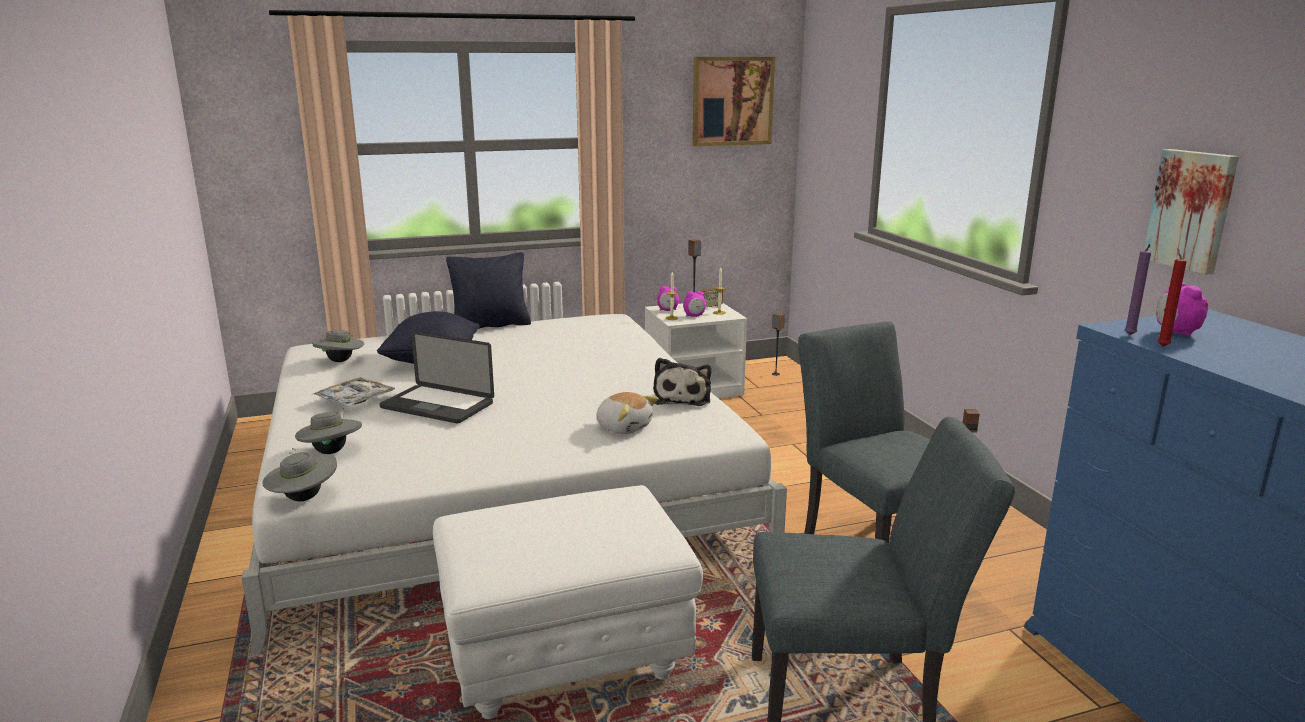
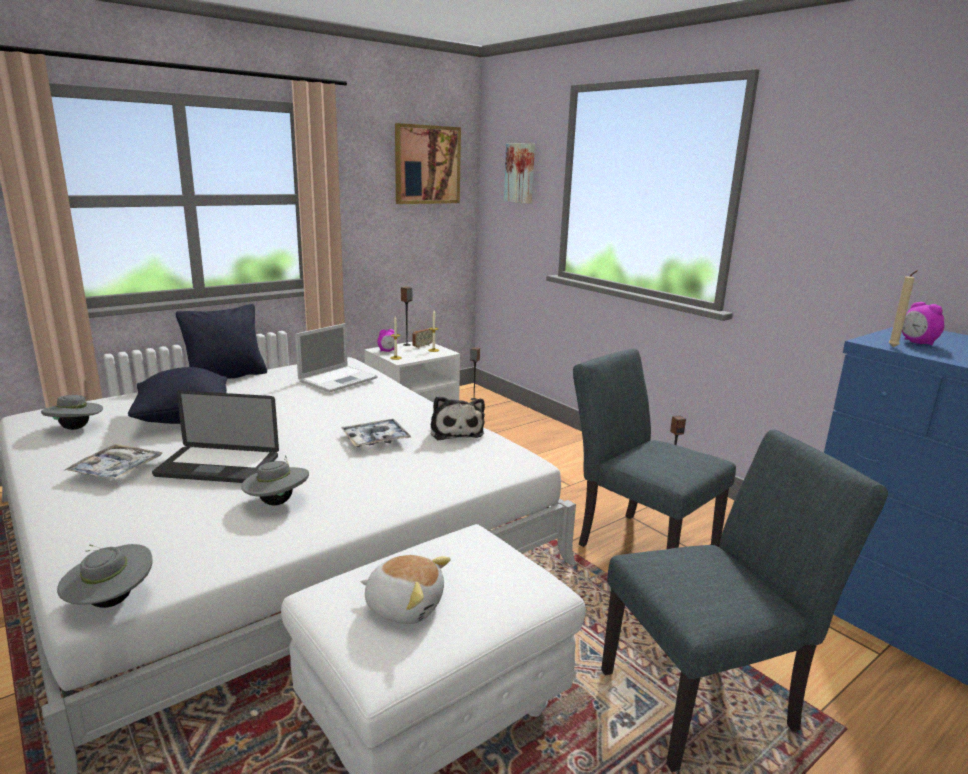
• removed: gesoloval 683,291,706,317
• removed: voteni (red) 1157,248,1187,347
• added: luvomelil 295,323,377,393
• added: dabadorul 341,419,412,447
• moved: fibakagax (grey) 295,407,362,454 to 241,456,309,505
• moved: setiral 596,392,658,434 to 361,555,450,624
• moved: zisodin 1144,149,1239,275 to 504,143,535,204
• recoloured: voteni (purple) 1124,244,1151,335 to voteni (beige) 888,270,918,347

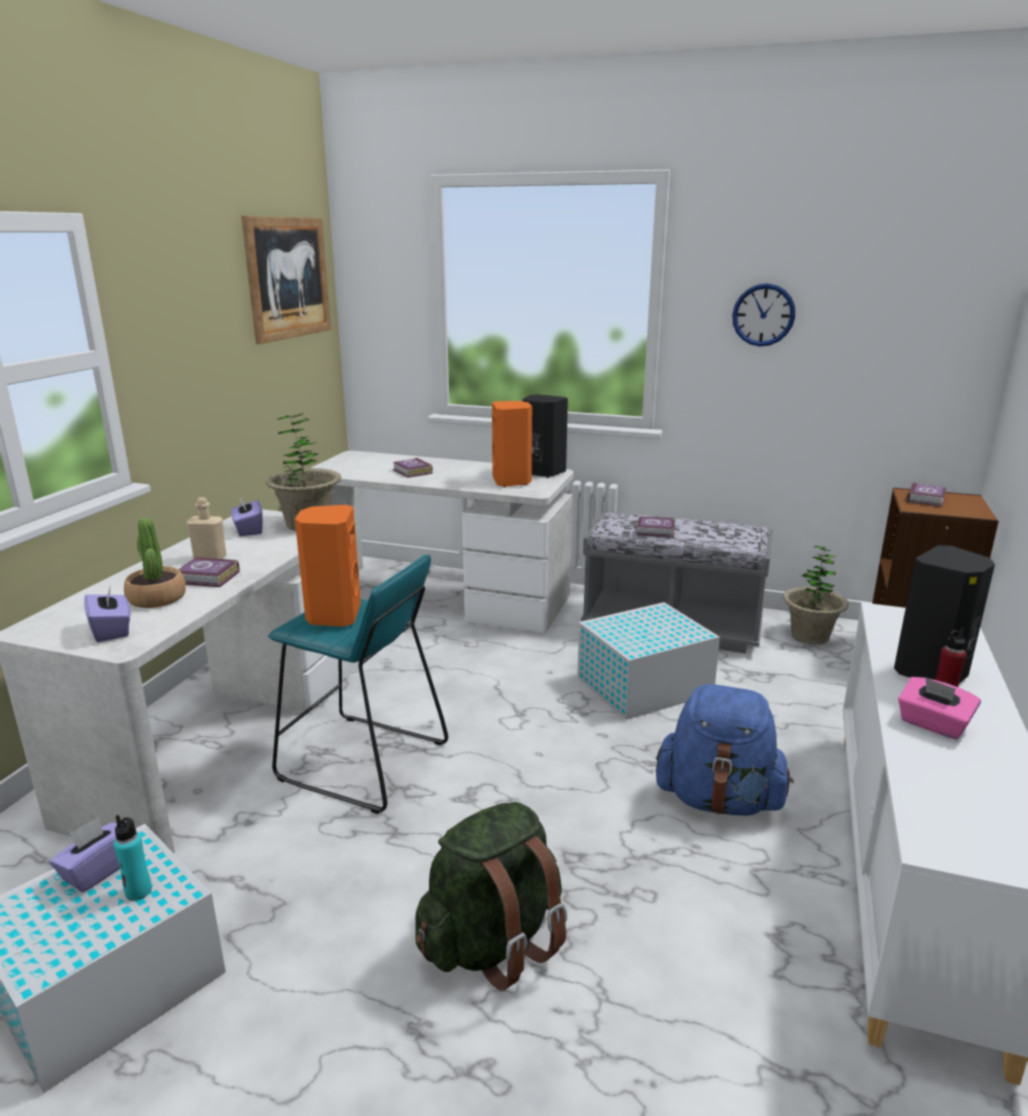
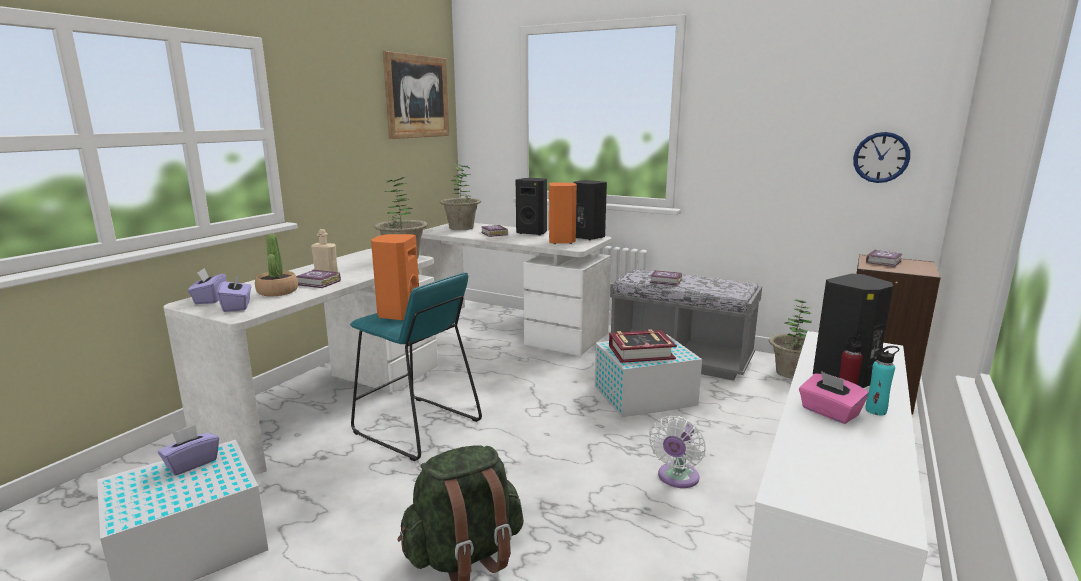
• added: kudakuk 440,163,481,230
• added: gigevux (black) 516,178,547,235
• added: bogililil 609,329,677,363
• moved: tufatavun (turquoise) 114,815,152,901 to 865,344,899,415
• moved: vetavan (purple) 231,496,263,536 to 188,268,226,304
• moved: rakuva 732,283,795,346 to 853,132,910,183
• replaced: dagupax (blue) 656,684,794,816 to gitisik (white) 649,415,706,488

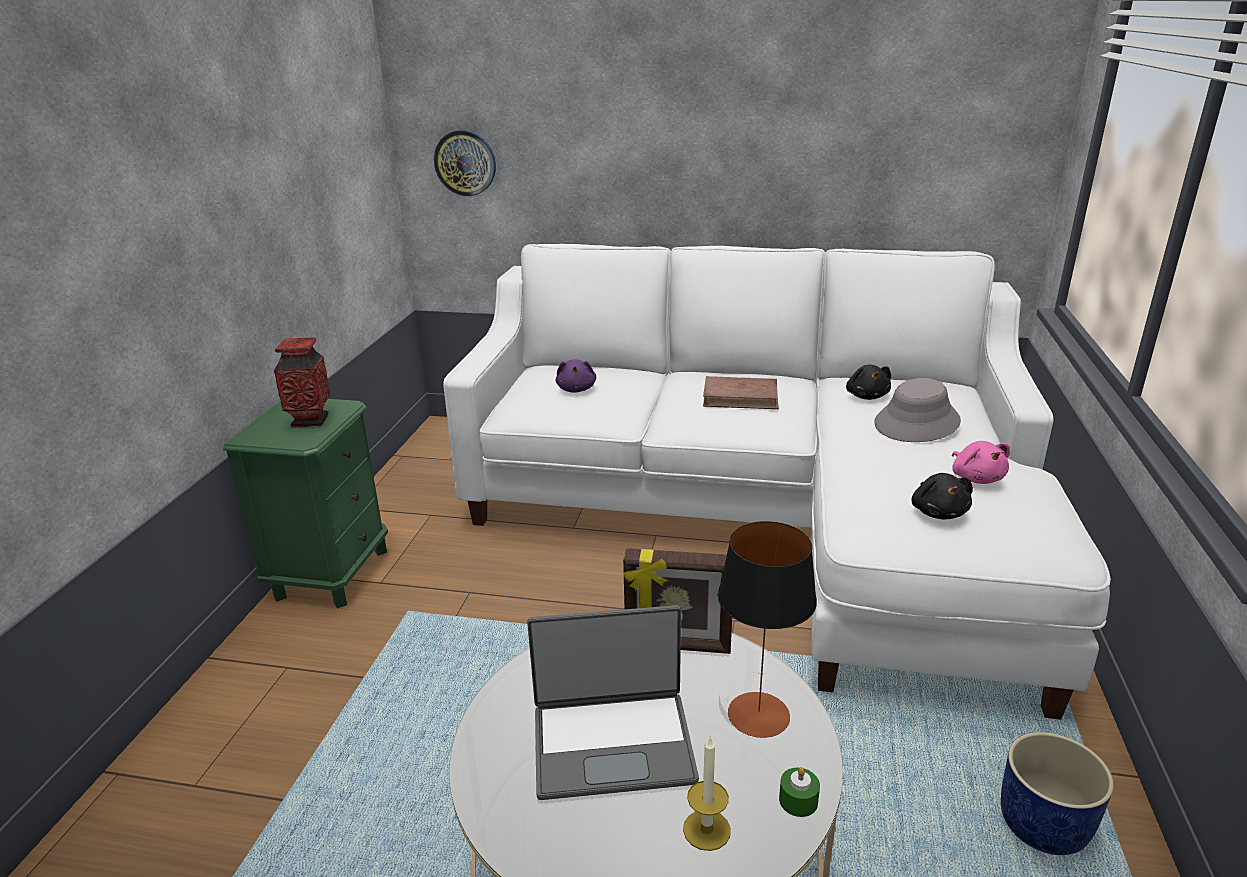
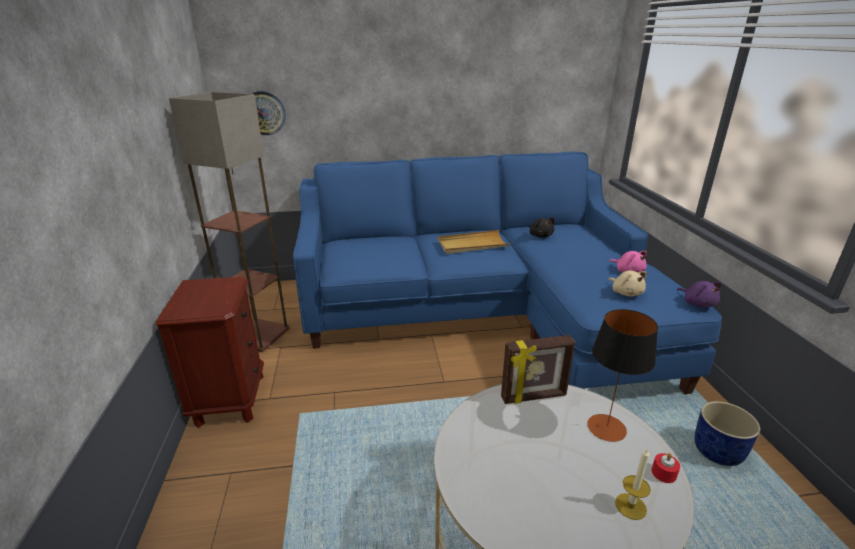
• removed: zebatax 274,338,330,428
• removed: luvomelil 527,605,699,800
• removed: fibakagax (grey) 874,378,961,442
• added: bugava 169,92,289,352
• moved: setiral (purple) 556,359,596,393 to 677,281,722,307
• replaced: bogililil (brown) 703,376,779,409 to dabadorul (beige) 438,230,511,254
• recoloured: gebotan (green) 223,399,388,608 to gebotan (brown) 156,277,264,428
• recoloured: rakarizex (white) 443,244,1111,720 to rakarizex (blue) 293,152,722,394
• recoloured: voteni (green) 779,767,820,817 to voteni (red) 652,453,680,483
• recoloured: setiral (black) 911,473,973,519 to setiral (beige) 608,271,647,296

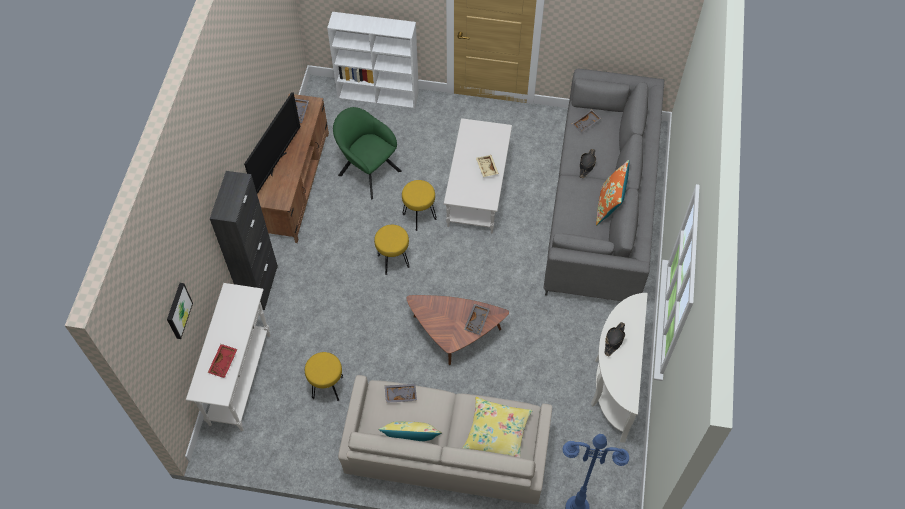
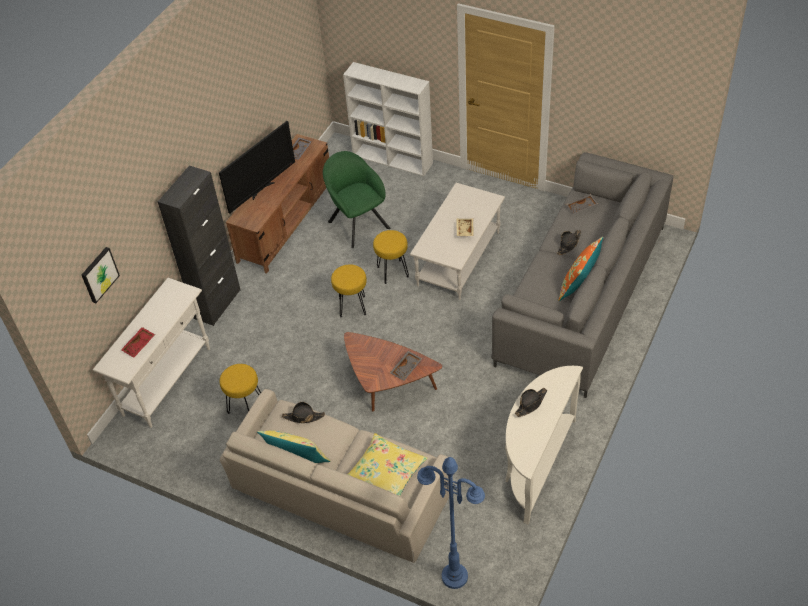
• replaced: dabadorul (grey) 385,384,417,403 to fibakagax (black) 282,402,325,423

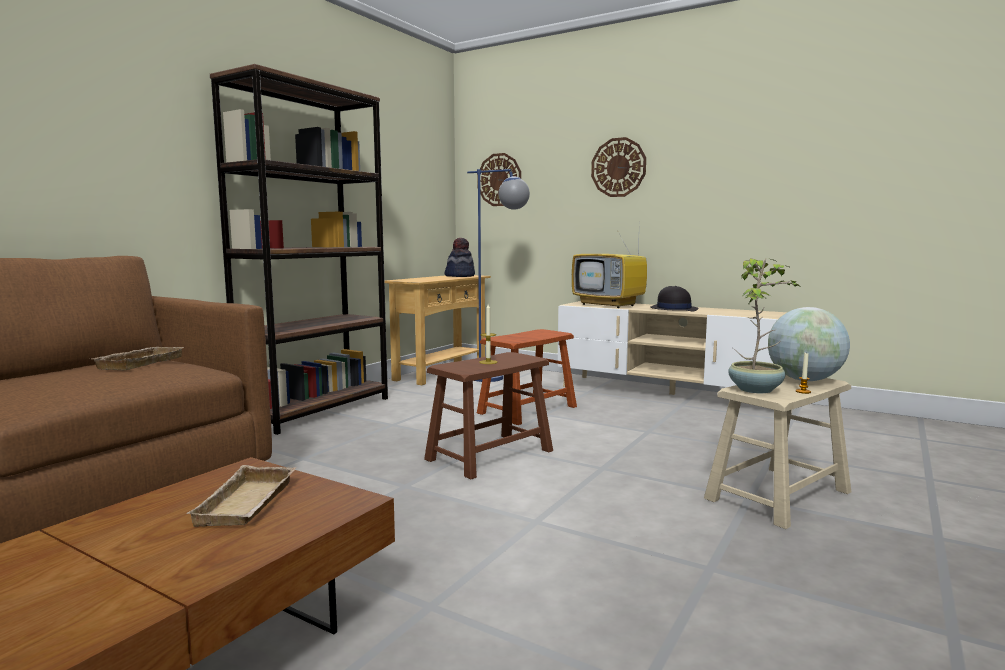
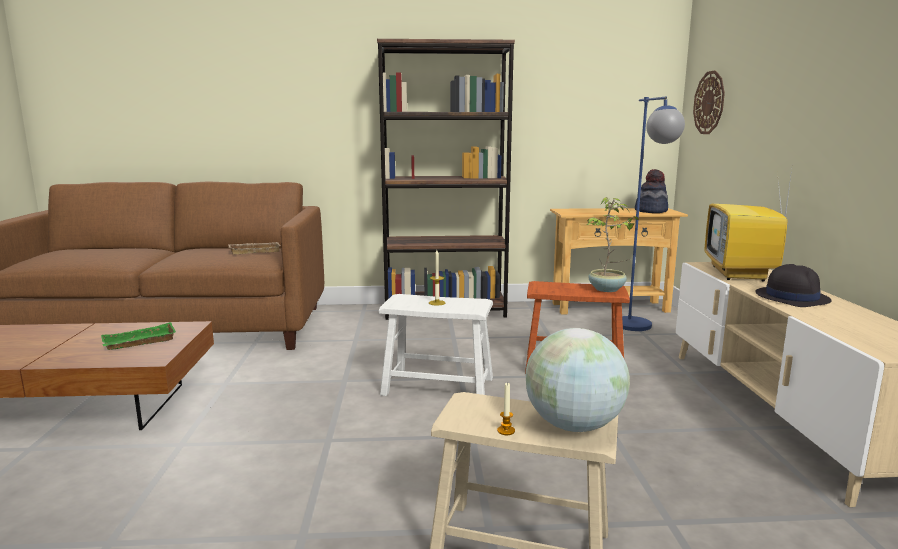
• removed: rakuva 591,137,646,197
• moved: kudakuk 728,258,801,393 to 587,197,638,292
• recoloured: dabadorul (beige) 186,465,296,527 to dabadorul (green) 101,322,176,350
• recoloured: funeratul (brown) 424,352,553,479 to funeratul (white) 379,294,493,396

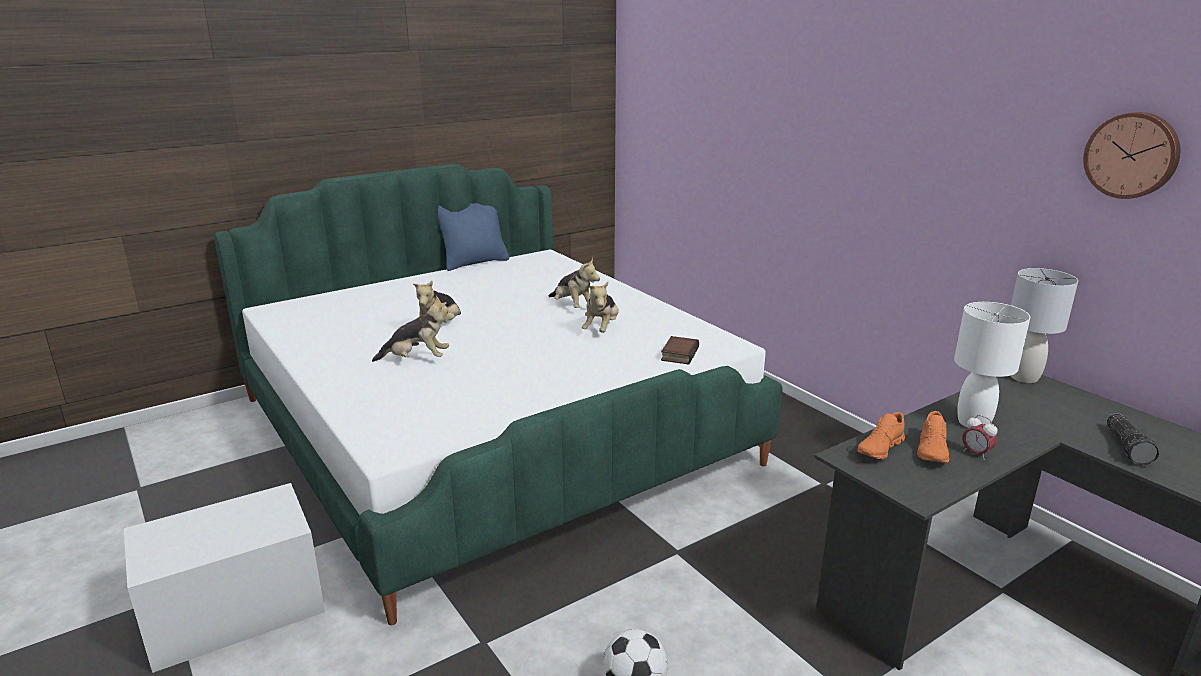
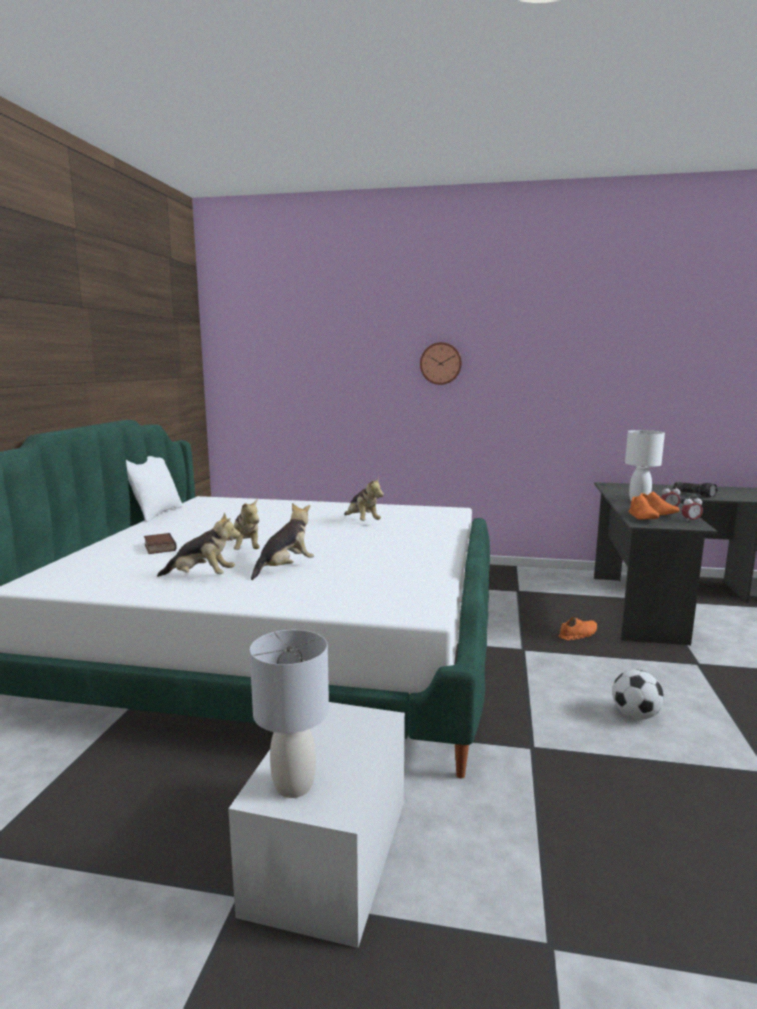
• added: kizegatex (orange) 558,617,597,640
• added: gesoloval 682,495,703,522
• moved: setiral 548,258,600,308 to 157,512,241,577
• moved: bogililil 661,336,699,364 to 144,533,177,554
• moved: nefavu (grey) 1011,268,1078,383 to 250,630,329,798
• moved: rakuva 1083,112,1181,199 to 420,342,462,385
• recoloured: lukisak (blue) 438,203,509,271 to lukisak (white) 126,456,183,522

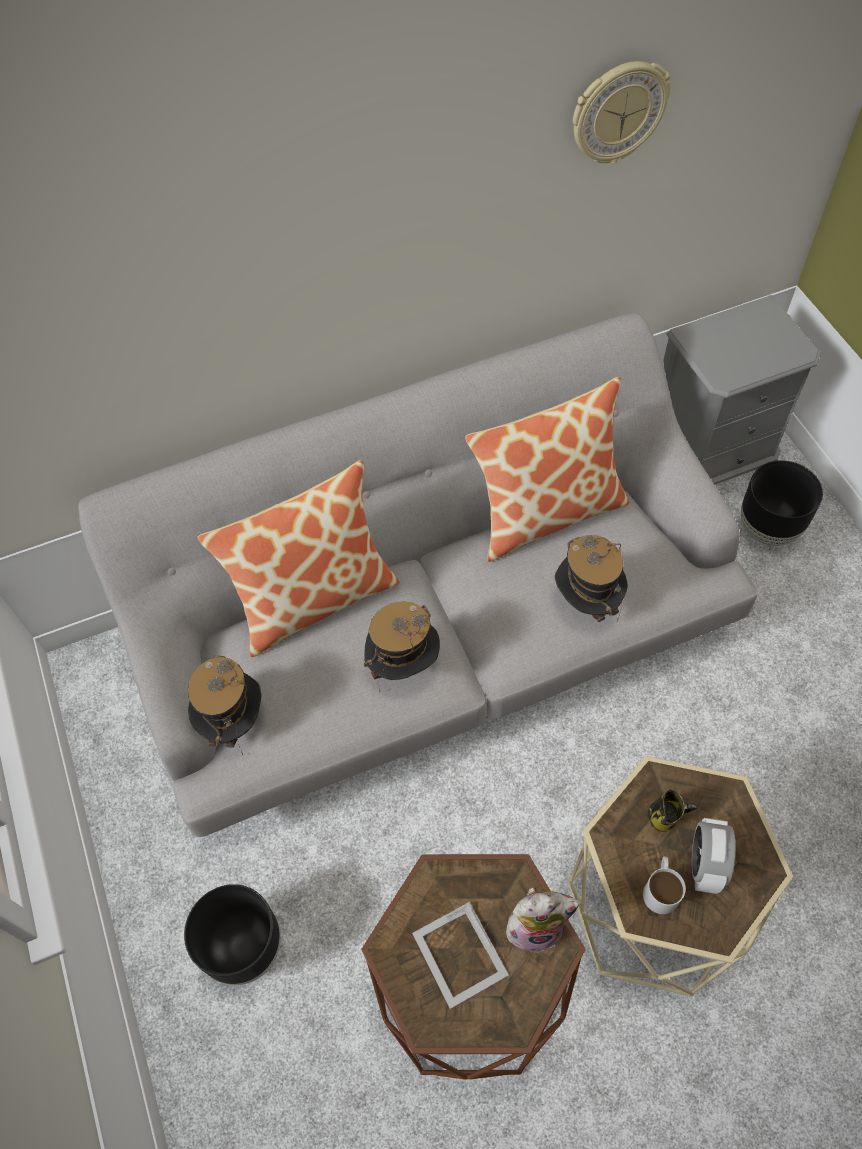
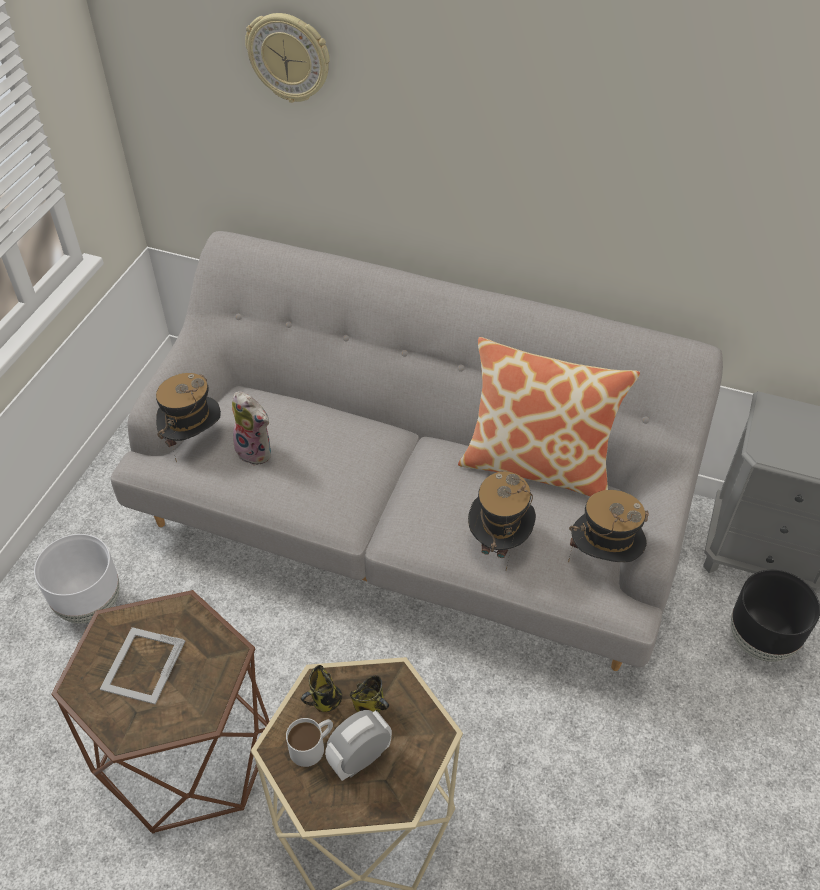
• removed: lukisak 197,460,400,657
• added: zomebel 301,665,342,712
• moved: fibakagax 364,602,440,692 to 568,490,649,563
• moved: setiral 506,887,581,953 to 232,391,271,466
• moved: rakuva 573,61,671,164 to 245,13,330,103
• recoloured: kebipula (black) 184,884,281,985 to kebipula (white) 34,534,120,623

